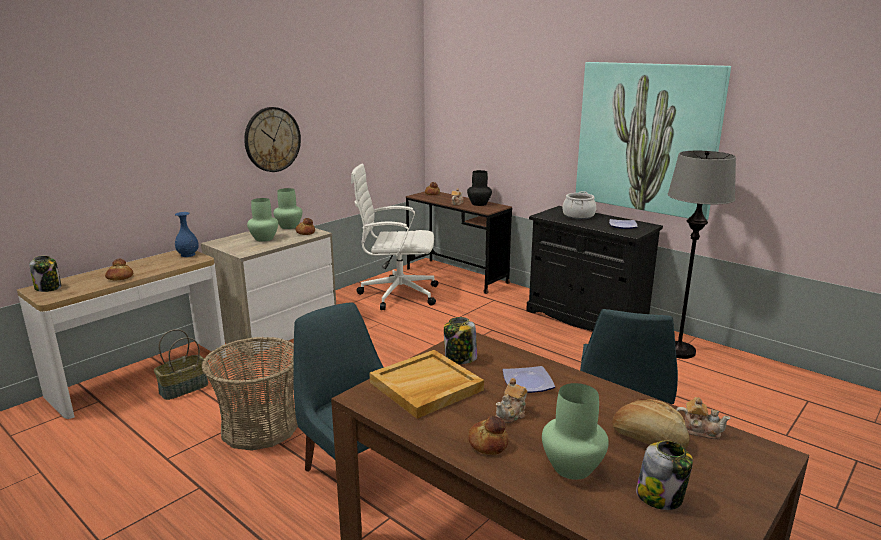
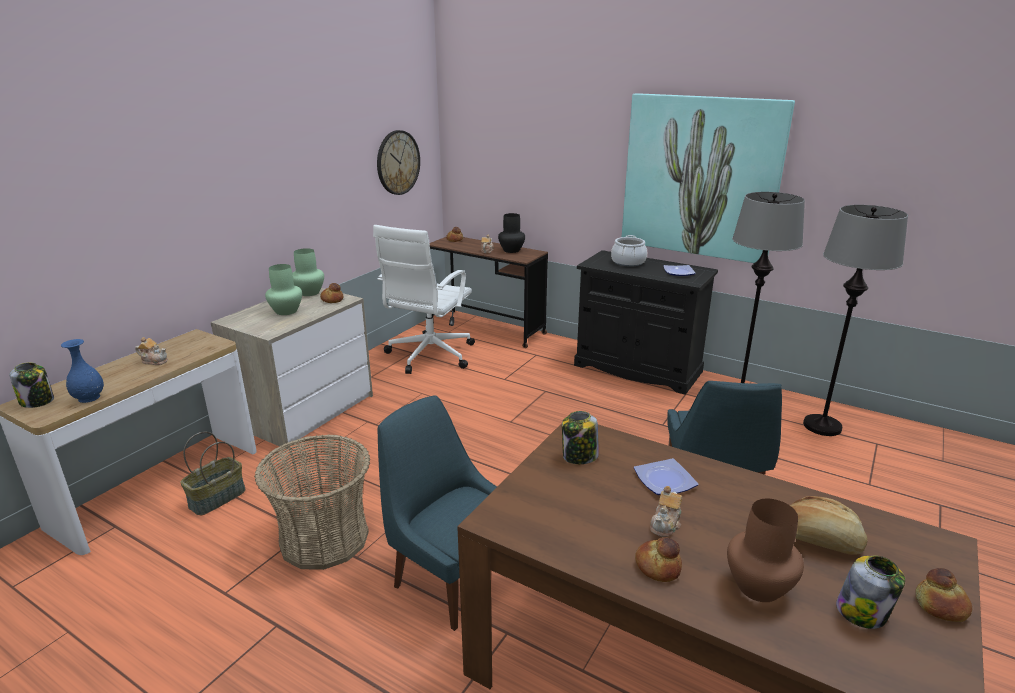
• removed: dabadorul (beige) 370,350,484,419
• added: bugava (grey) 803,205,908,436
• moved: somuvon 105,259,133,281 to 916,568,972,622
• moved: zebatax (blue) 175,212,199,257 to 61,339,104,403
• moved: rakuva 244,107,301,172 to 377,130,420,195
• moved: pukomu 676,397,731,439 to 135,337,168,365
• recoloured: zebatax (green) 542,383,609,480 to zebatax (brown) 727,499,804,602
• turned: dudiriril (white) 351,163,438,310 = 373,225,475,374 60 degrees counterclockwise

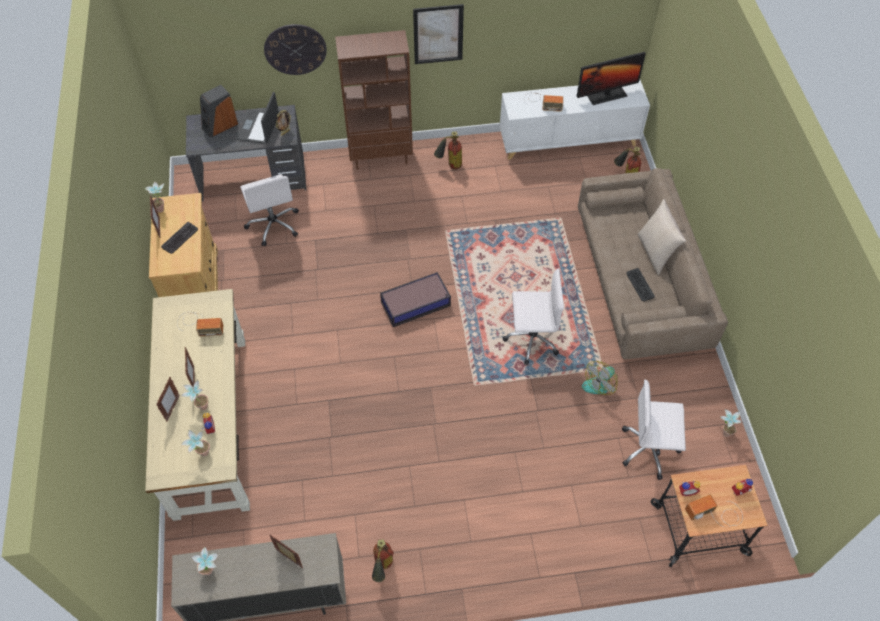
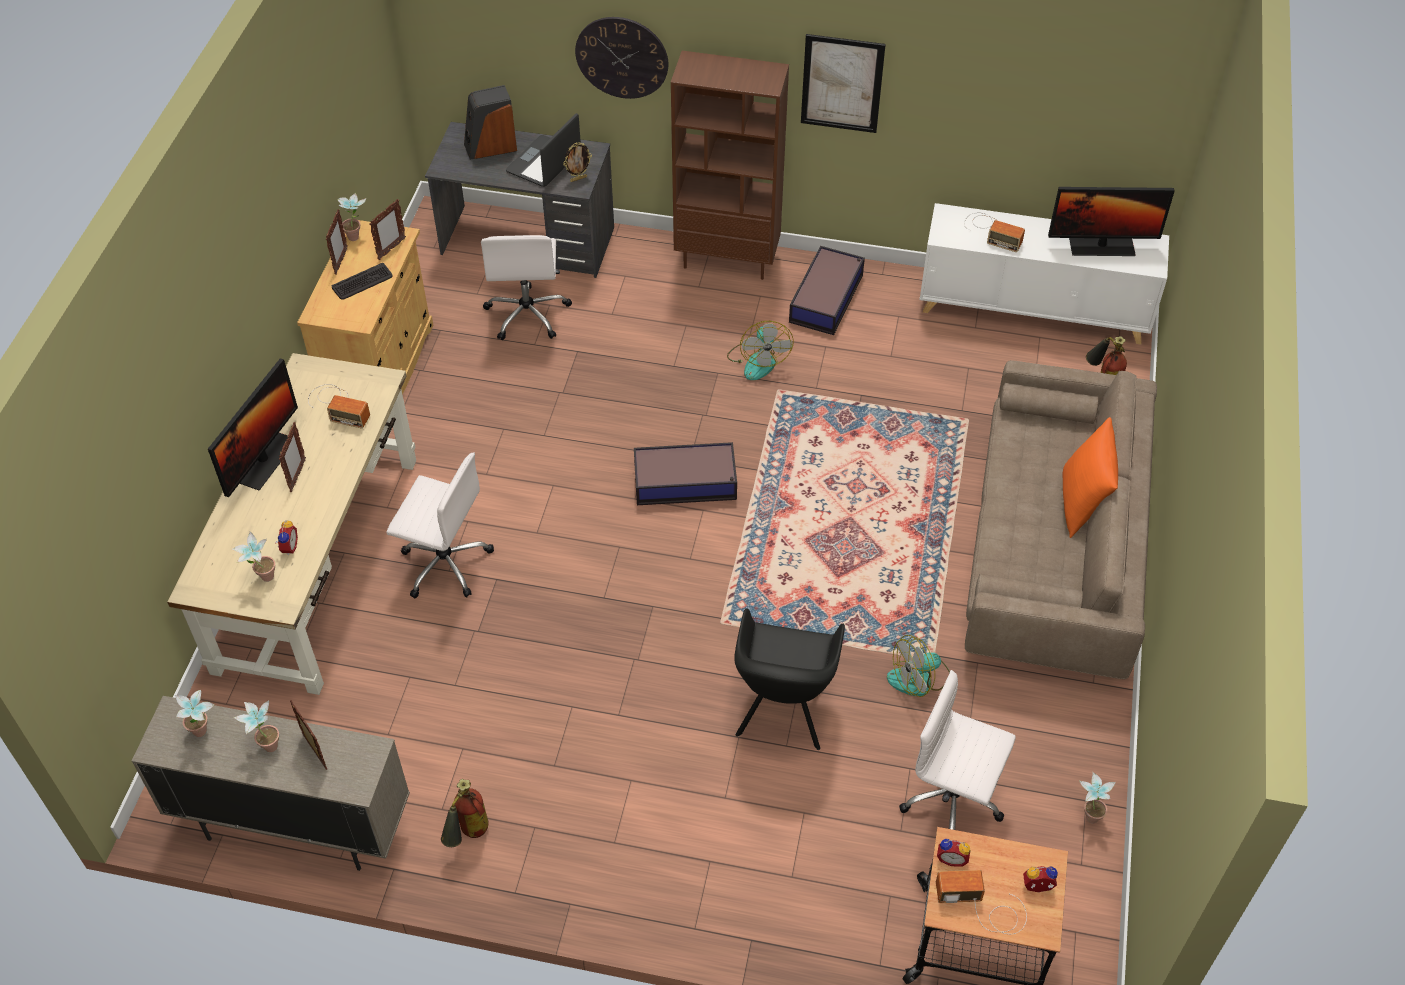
• removed: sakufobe 626,268,655,301
• added: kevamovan 208,358,298,497
• added: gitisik 727,321,794,380
• added: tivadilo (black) 734,609,845,750
• moved: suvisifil 156,377,180,422 to 369,199,406,260
• moved: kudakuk 180,380,208,410 to 233,700,279,752
• moved: dudiriril (white) 503,268,564,365 to 387,453,494,599
• replaced: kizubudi 434,131,462,170 to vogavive 789,246,865,335
• recoloured: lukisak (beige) 638,199,686,275 to lukisak (orange) 1063,417,1118,538

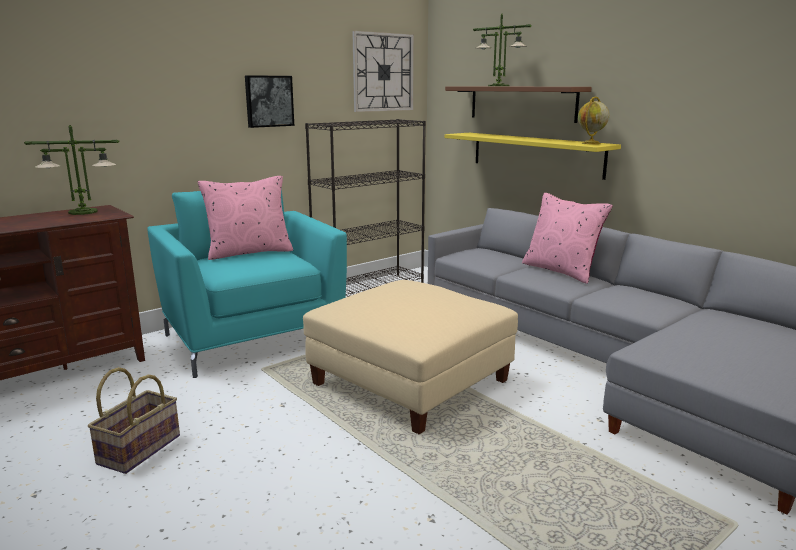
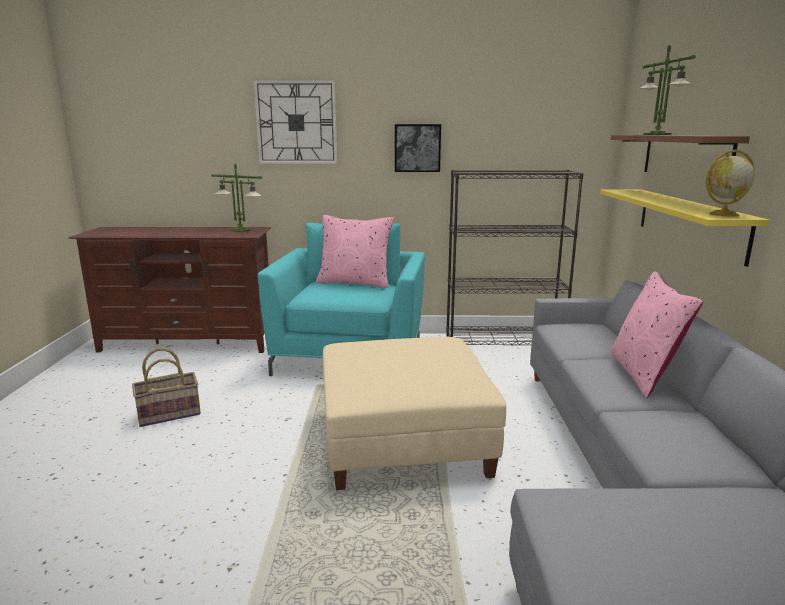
• moved: rakuva 352,31,414,112 to 253,80,337,164

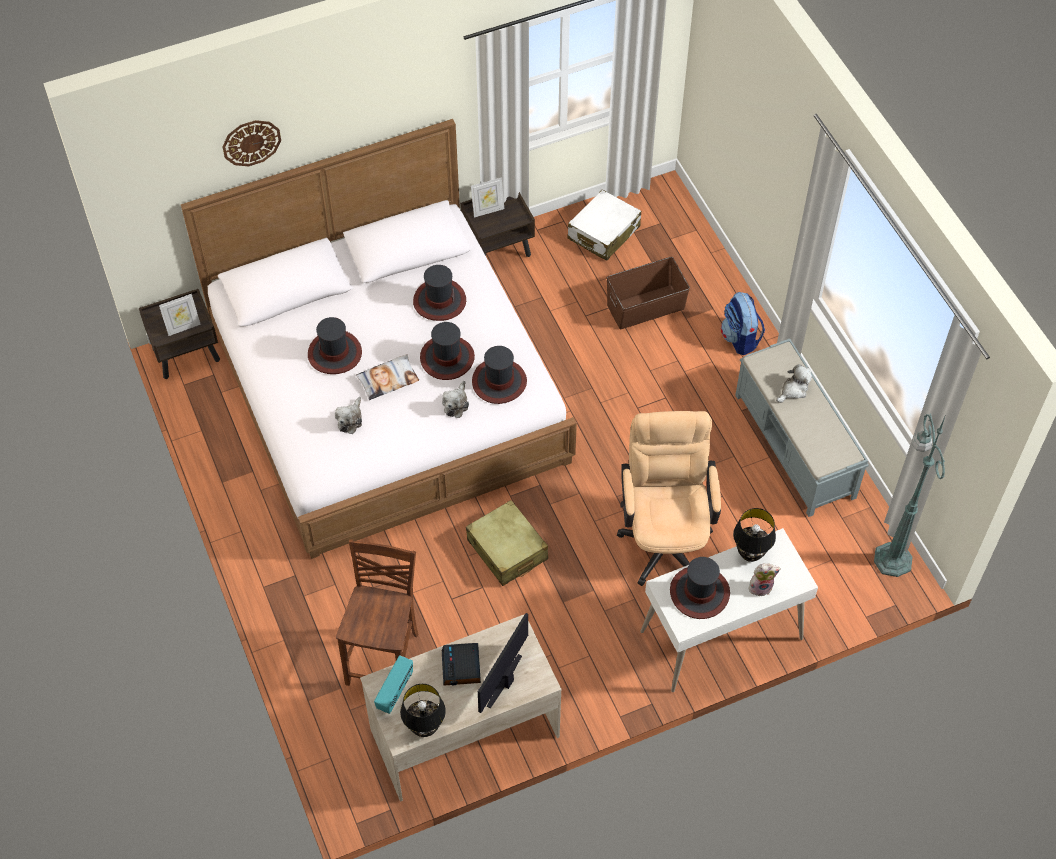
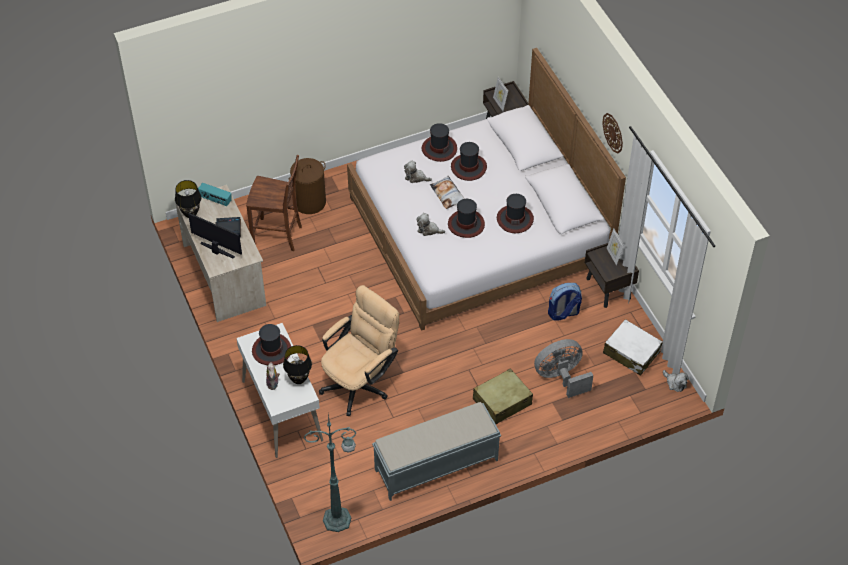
• added: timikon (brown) 288,158,326,214
• moved: rakuva 222,120,281,166 to 602,113,623,154
• moved: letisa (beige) 466,500,548,586 to 473,368,533,424
• moved: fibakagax 472,346,527,404 to 422,123,457,162
• moved: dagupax 721,292,765,355 to 548,283,582,321
• moved: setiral 776,364,812,403 to 663,370,689,392
• replaced: vogavive (brown) 606,257,690,329 to gitisik (grey) 534,339,593,398
• turned: dudiriril (beige) 617,411,721,586 = 319,285,399,416 45 degrees counterclockwise

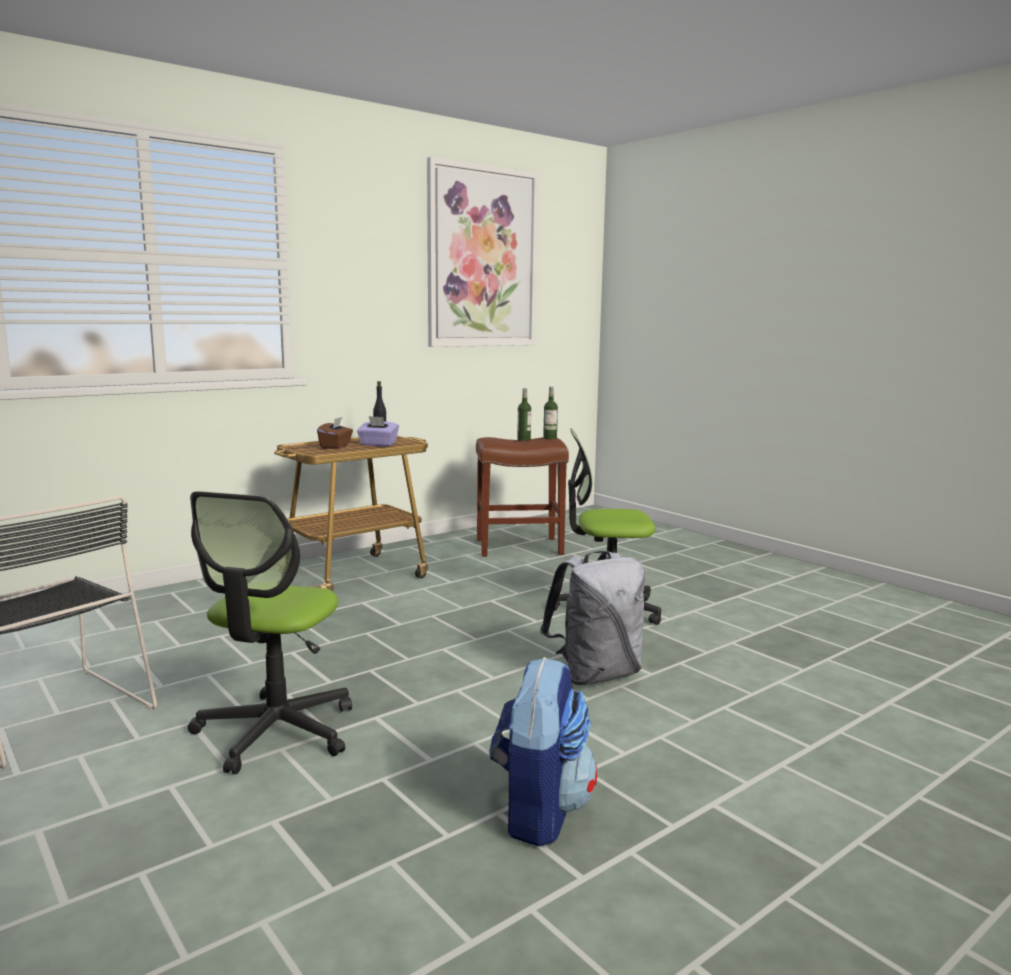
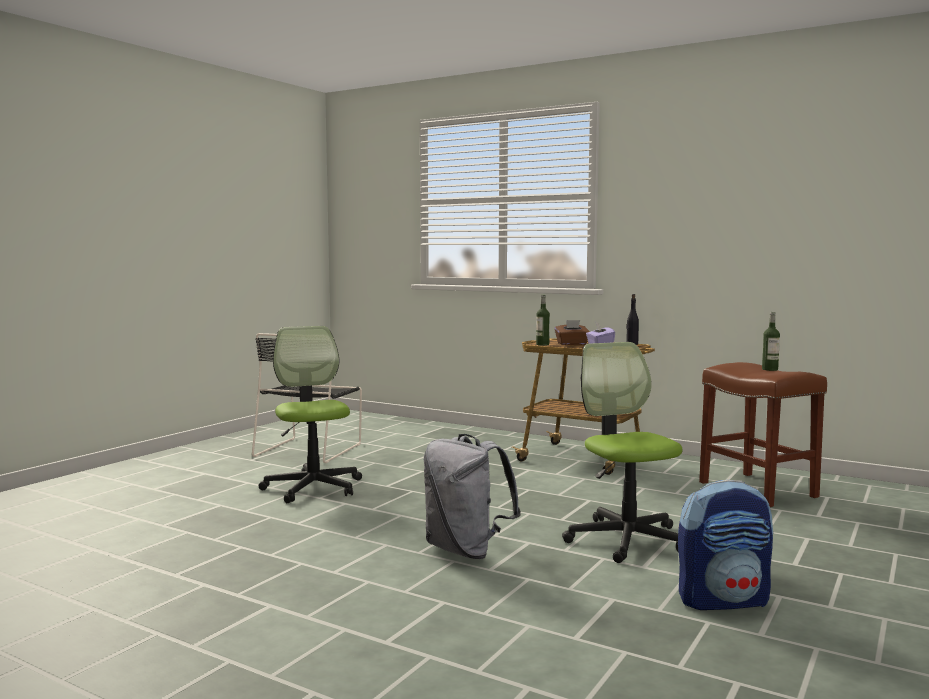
• removed: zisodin 427,157,539,347
• moved: dagupax 489,657,597,846 to 678,480,773,610
• moved: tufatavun 543,387,558,439 to 536,295,550,346
• turned: dudiriril 188,491,352,774 = 259,326,362,503 75 degrees clockwise

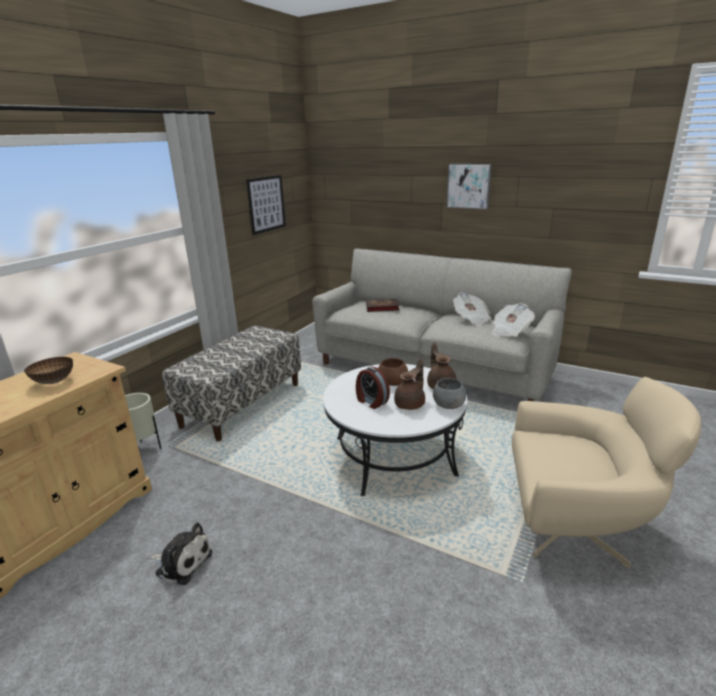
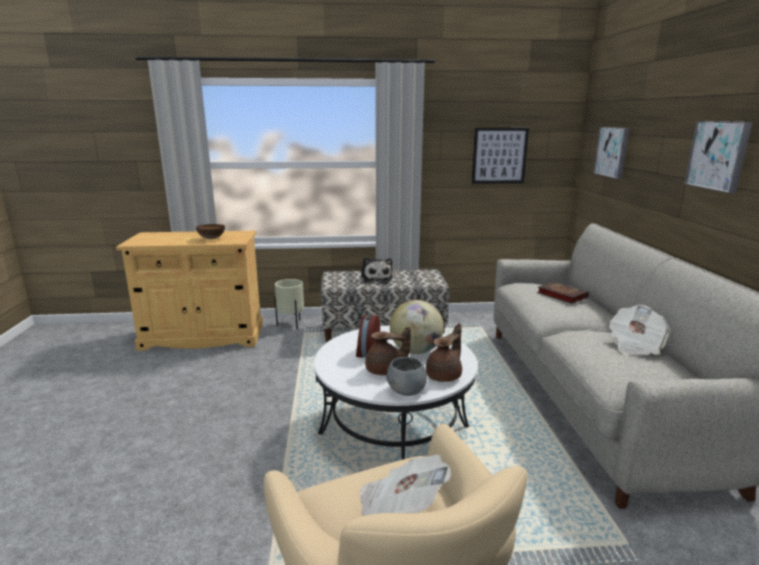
• added: zisodin 593,127,630,179
• moved: setiral 150,522,213,585 to 361,257,393,283
• moved: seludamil 491,303,535,337 to 360,455,451,516
• replaced: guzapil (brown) 378,358,408,386 to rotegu 390,300,444,354

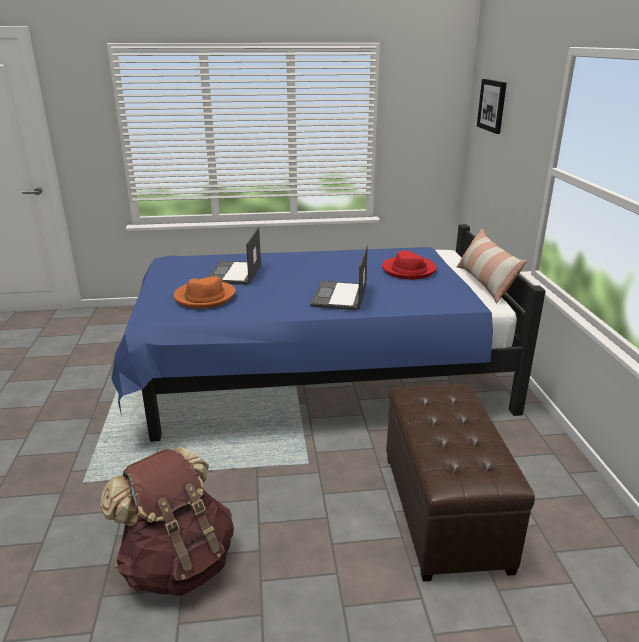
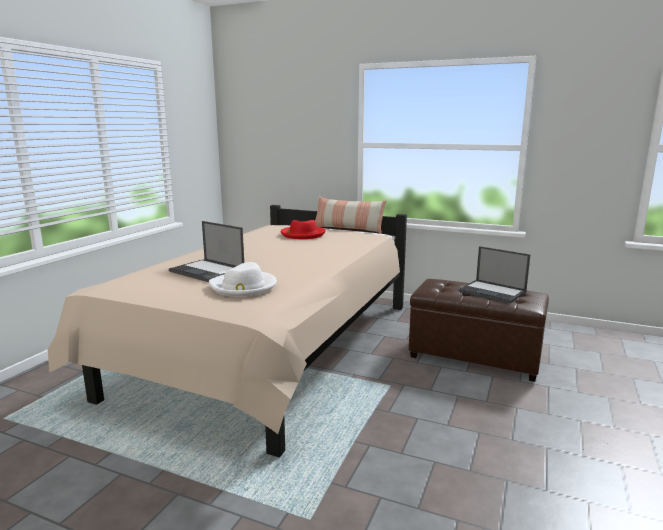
• removed: dagupax (brown) 100,447,234,596
• removed: zisodin 477,79,507,134
• moved: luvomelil 310,245,368,310 to 459,246,531,303
• recoloured: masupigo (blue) 111,224,546,442 to masupigo (beige) 48,205,407,457
• recoloured: fibakagax (orange) 174,277,235,309 to fibakagax (white) 209,262,277,297

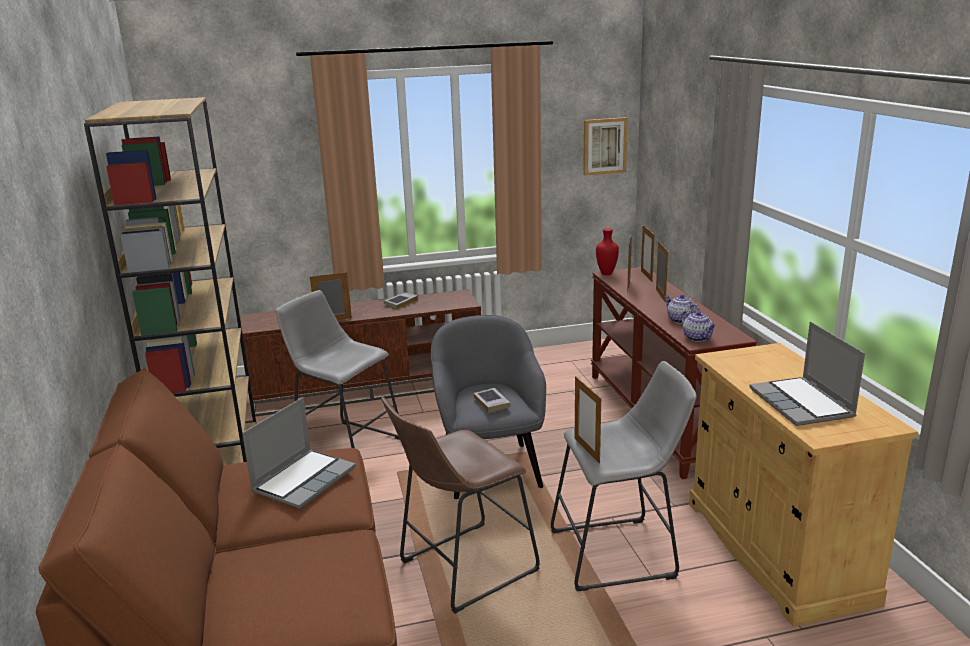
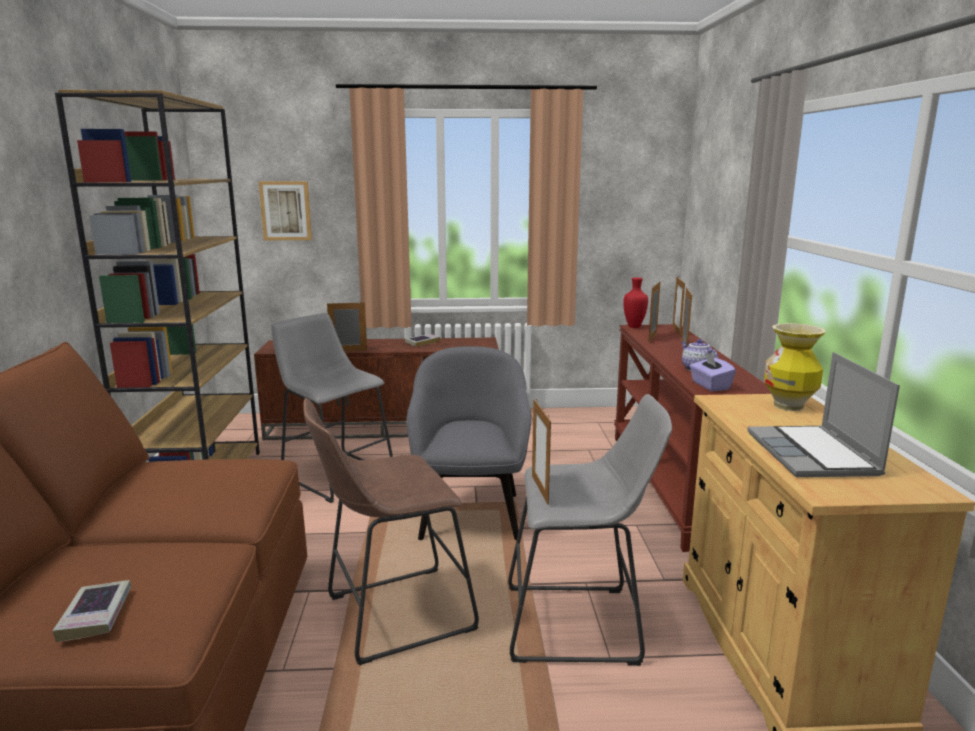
• removed: luvomelil 242,397,356,509
• added: zebatax 764,323,826,411
• moved: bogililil 474,388,511,413 to 53,580,132,642
• moved: zisodin 583,117,628,176 to 258,181,312,240
• replaced: pukomu 681,311,716,342 to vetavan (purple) 690,352,736,391

